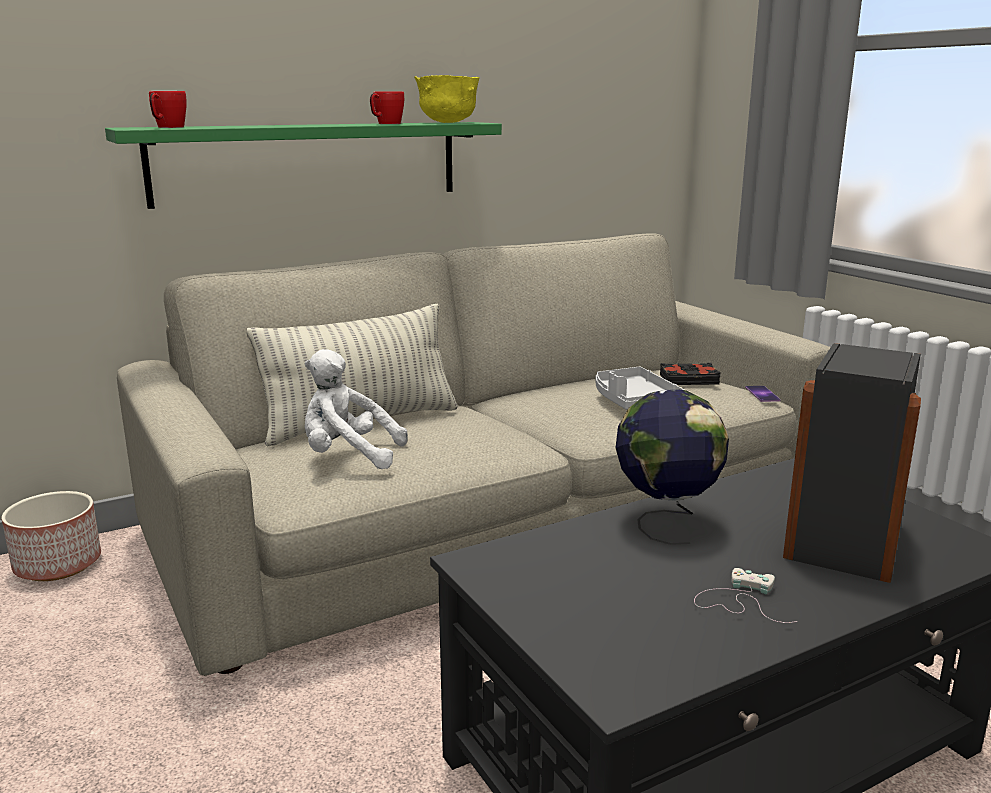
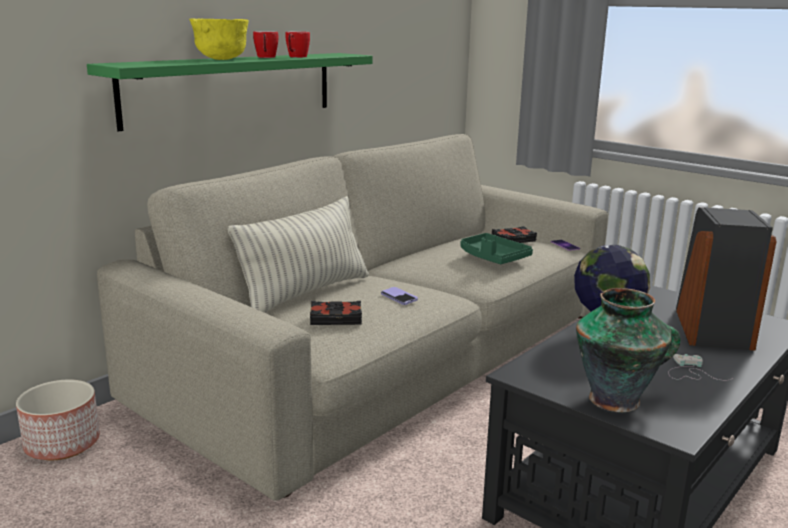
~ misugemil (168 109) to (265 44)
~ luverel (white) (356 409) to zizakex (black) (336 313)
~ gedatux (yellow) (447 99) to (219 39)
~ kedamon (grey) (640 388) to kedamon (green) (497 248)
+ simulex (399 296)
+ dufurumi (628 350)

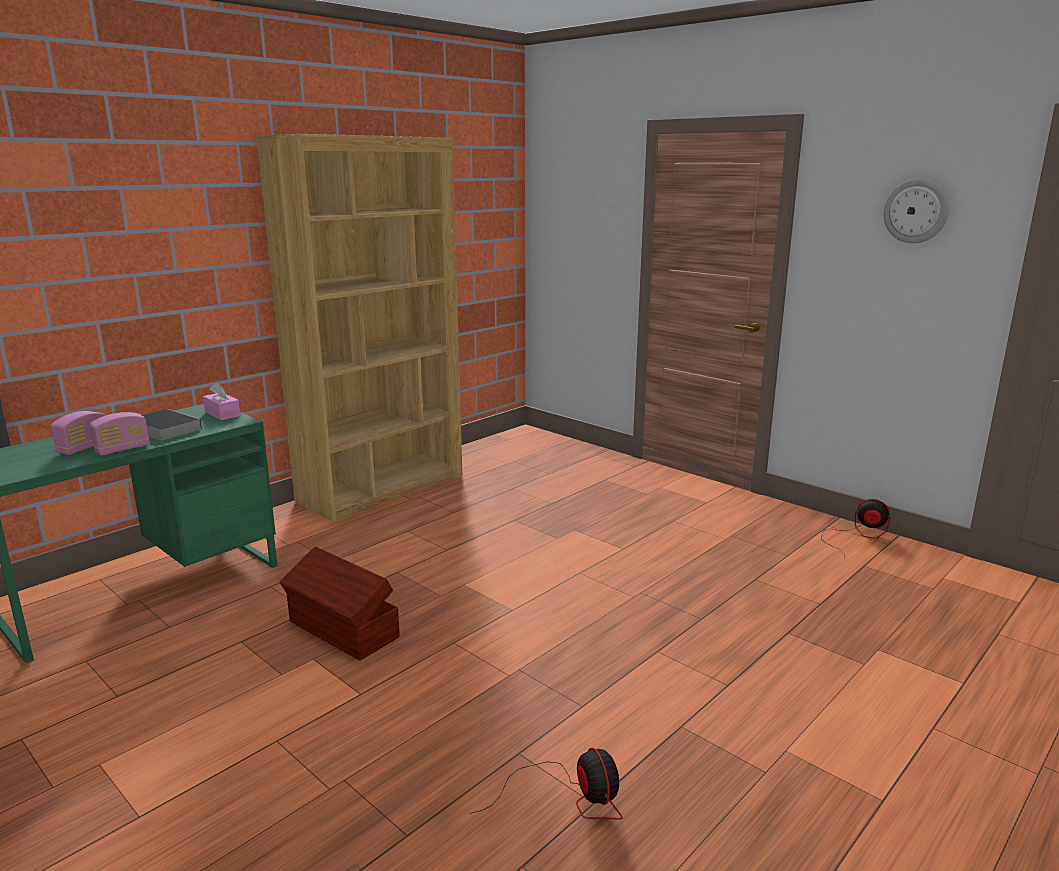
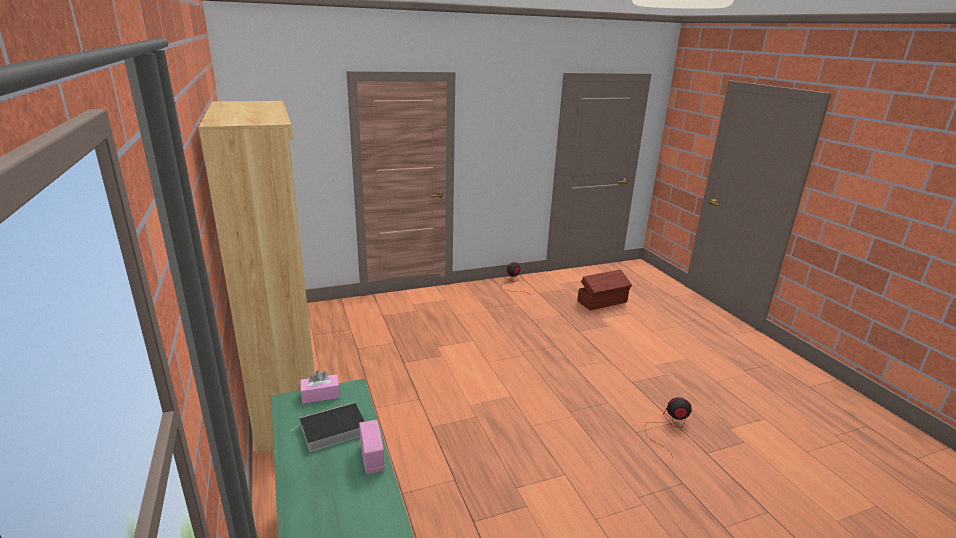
- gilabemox (78 433)
~ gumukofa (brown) (339 603) to (604 289)
- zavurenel (916 211)

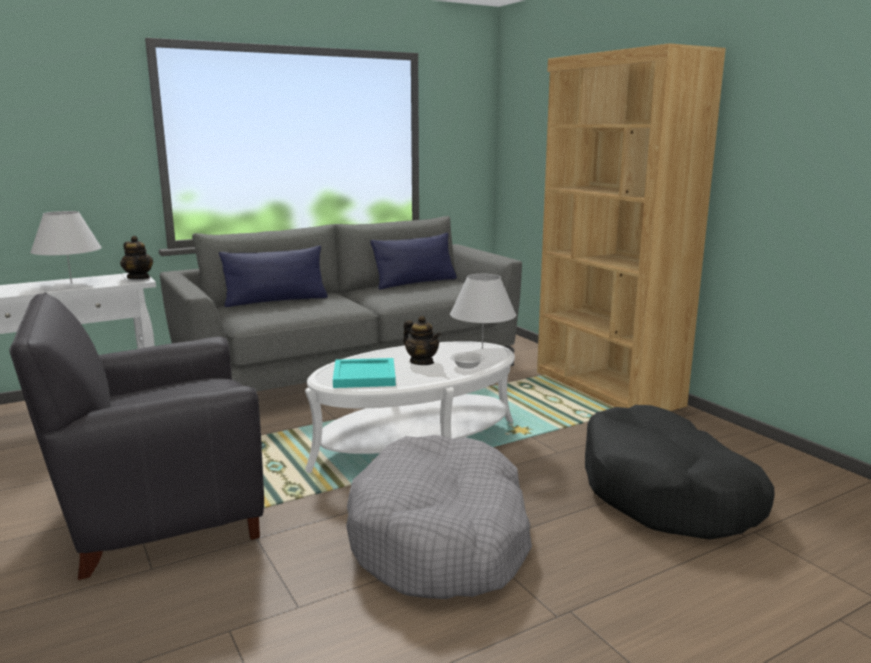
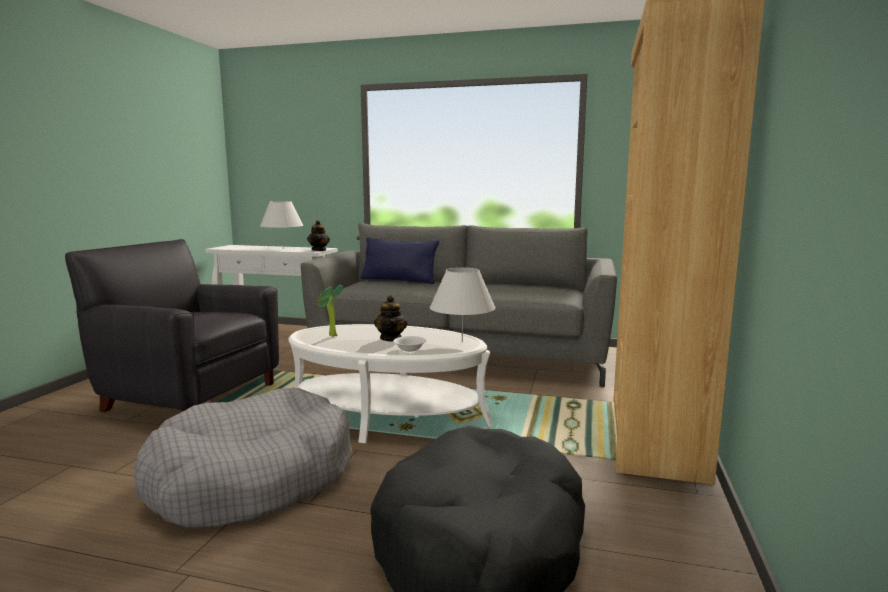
~ kedamon (turquoise) (364 373) to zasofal (330 311)
- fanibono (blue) (413 261)

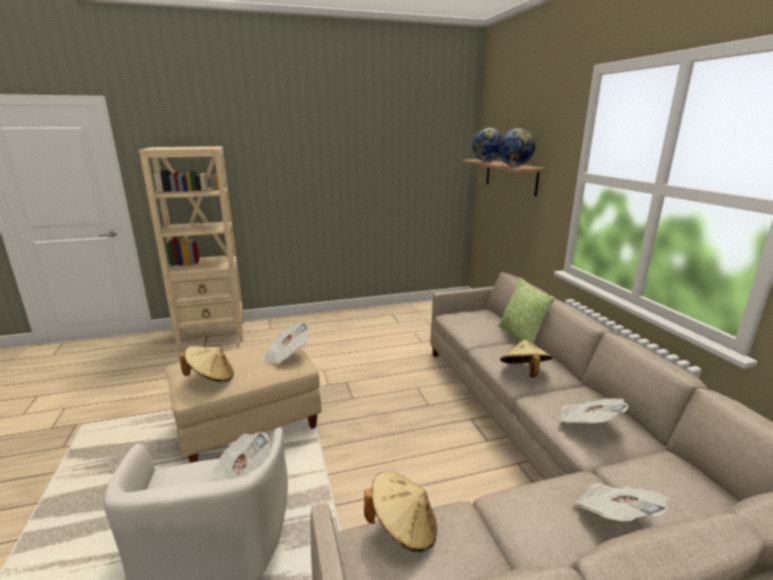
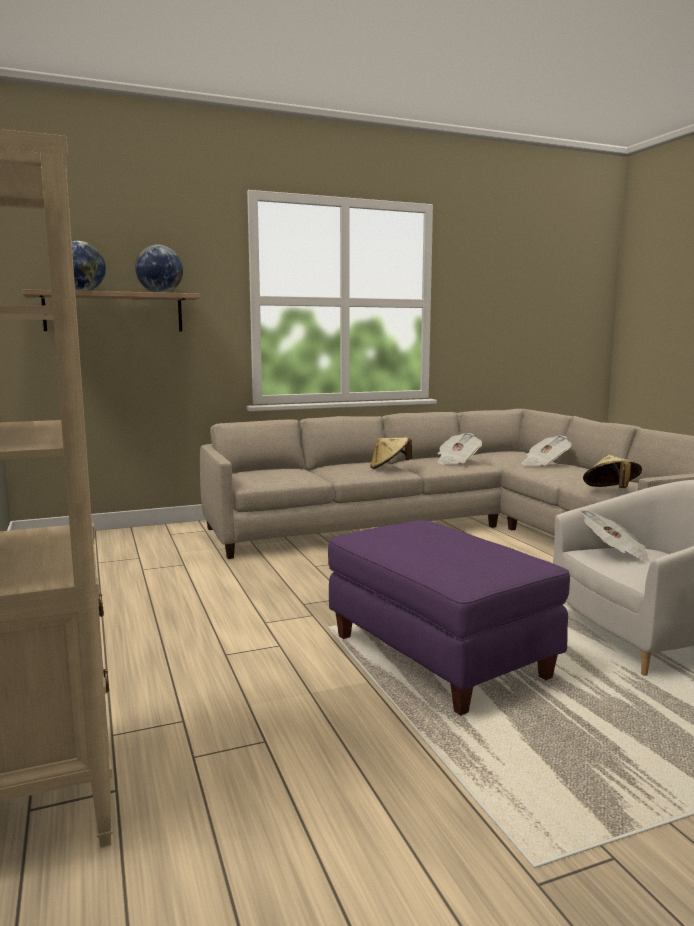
~ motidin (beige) (243 402) to motidin (purple) (449 618)
- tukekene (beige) (207 364)
- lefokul (285 343)
- fanibono (526 311)

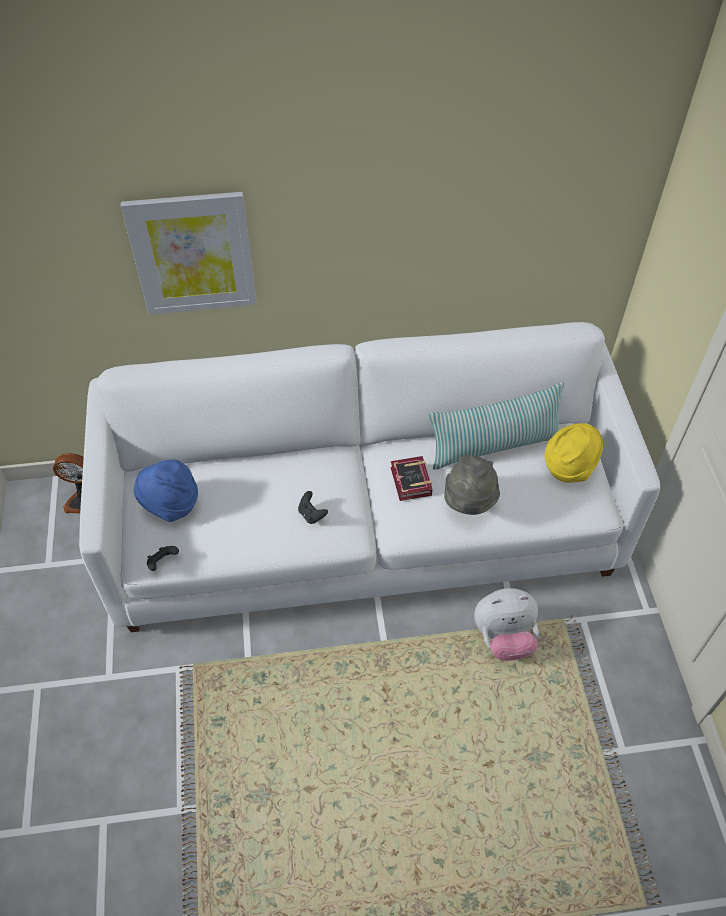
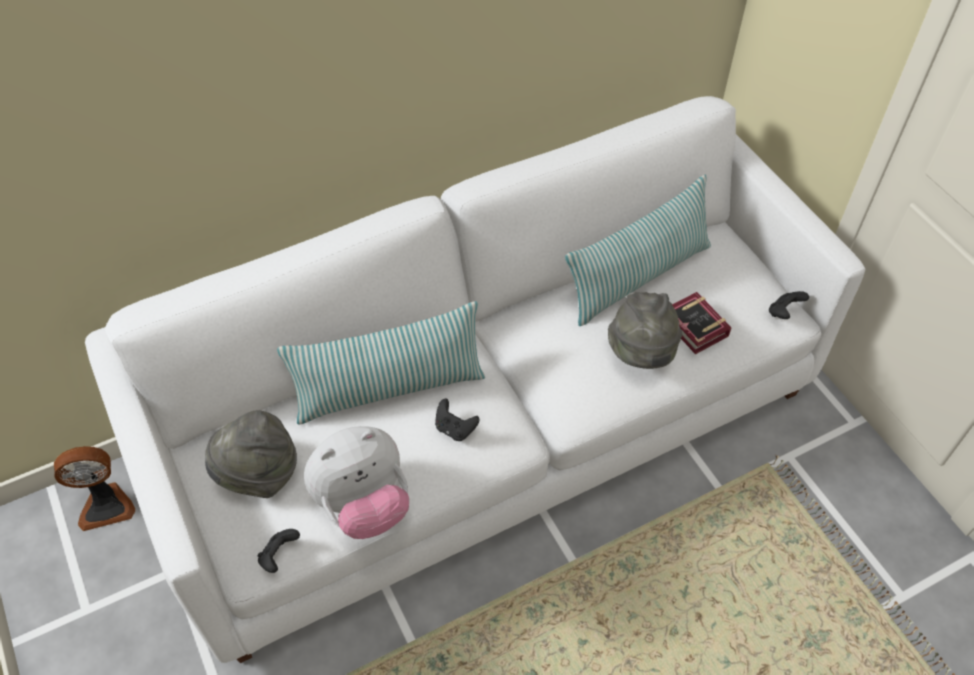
- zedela (189 253)
~ tukekene (blue) (166 491) to tukekene (grey) (251 454)
~ zizakex (412 478) to (701 323)
~ luverel (506 624) to (356 482)
- tukekene (yellow) (574 453)
+ fanibono (381 363)
+ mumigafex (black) (789 305)

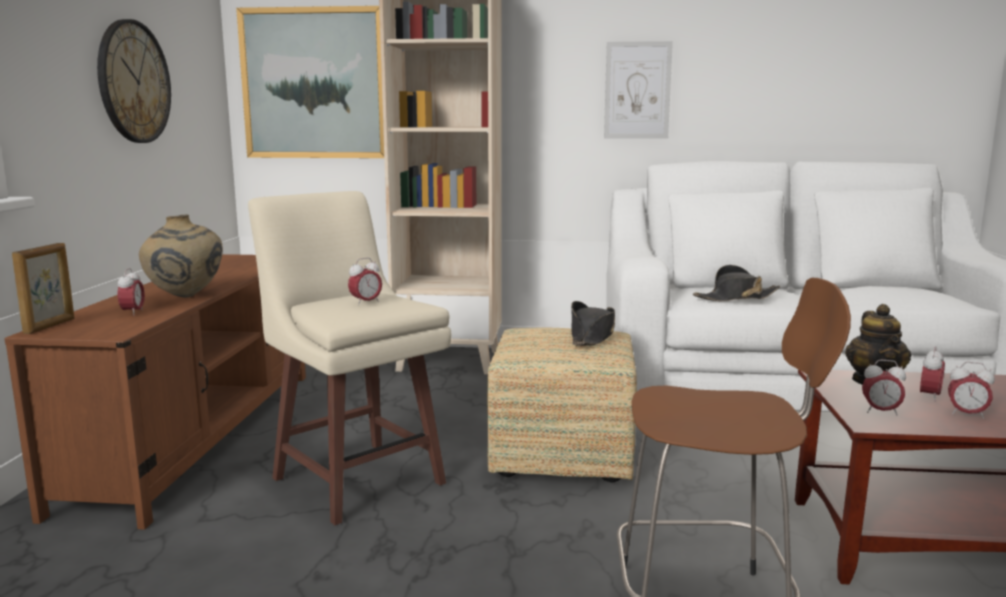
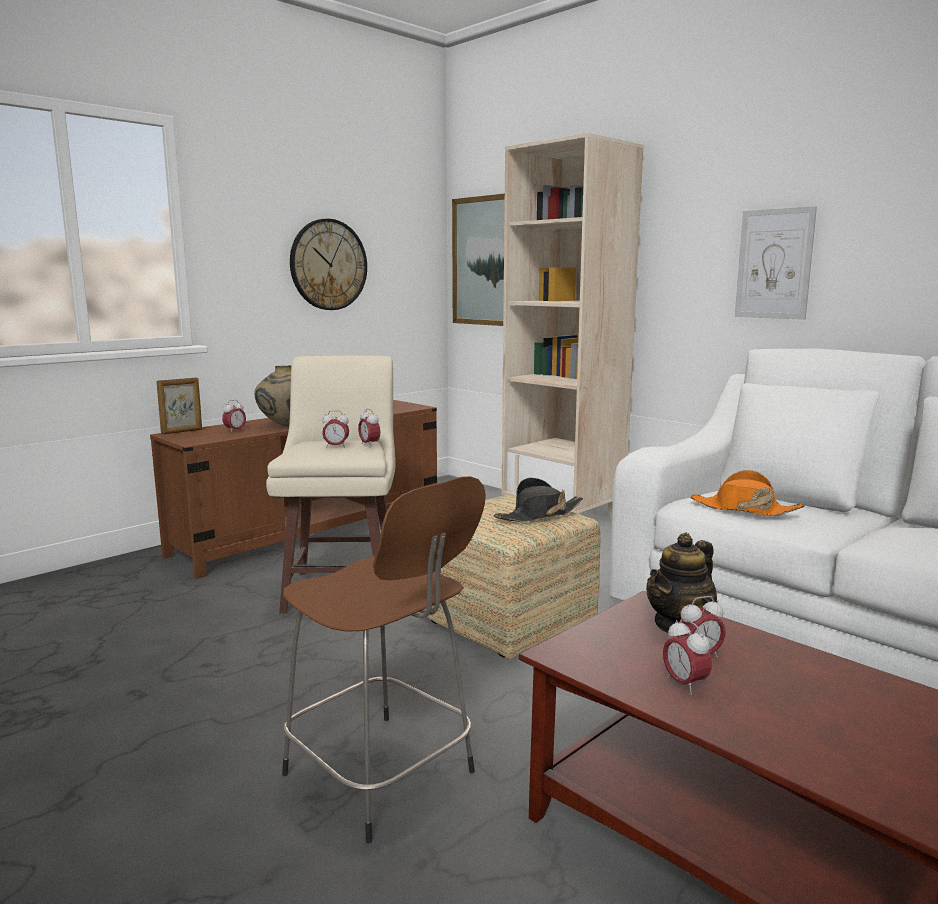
~ tukekene (black) (736 283) to tukekene (orange) (747 493)
~ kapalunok (884 387) to (369 427)

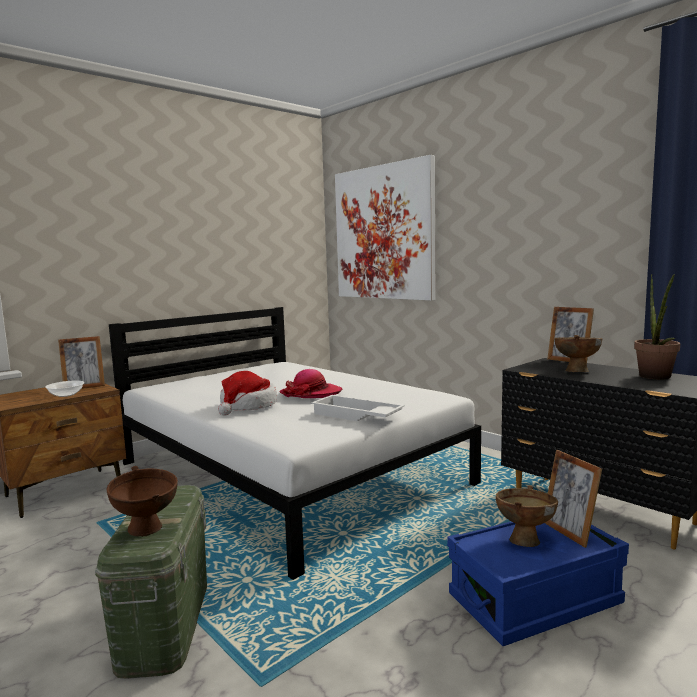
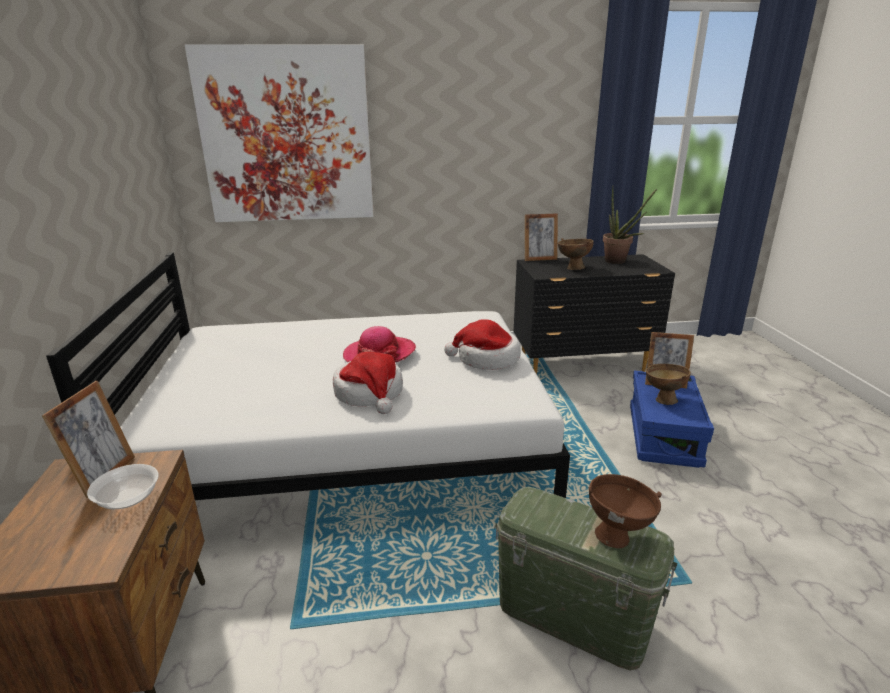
~ kedamon (white) (358 408) to tukekene (482 344)

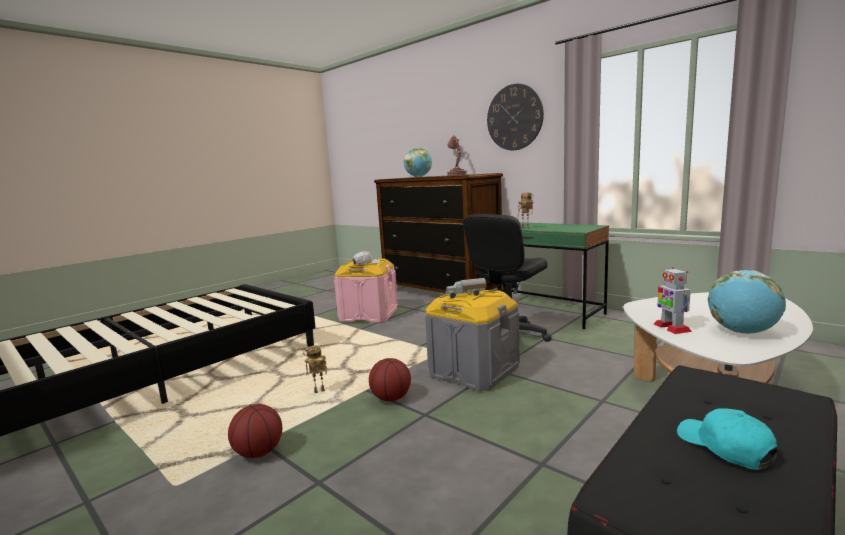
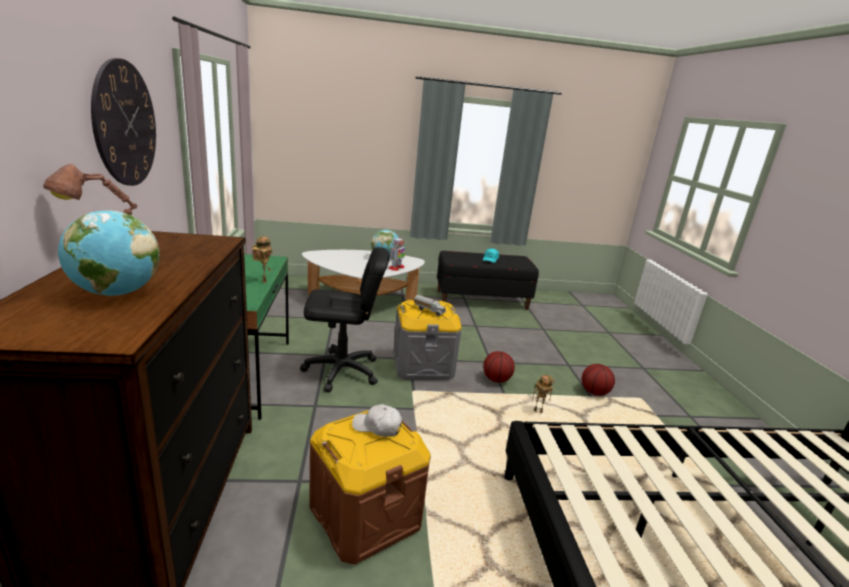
~ gumukofa (pink) (366 290) to gumukofa (brown) (370 487)

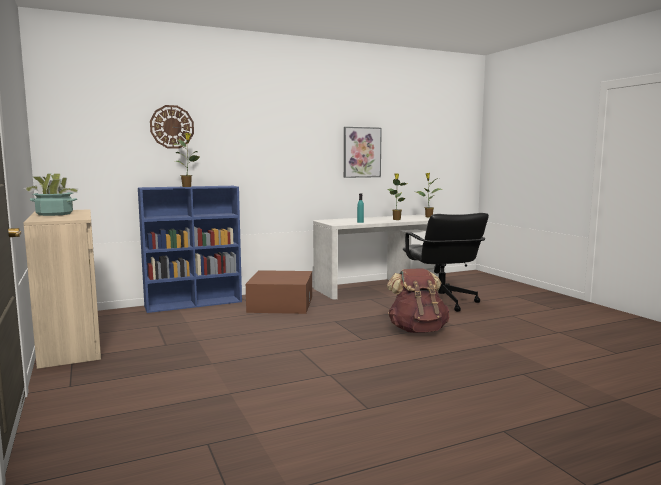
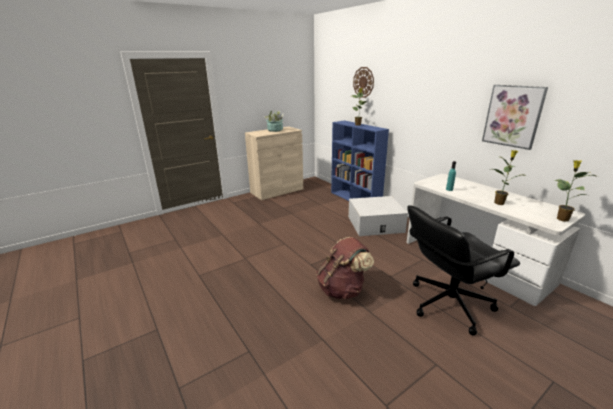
~ gumukofa (brown) (279 292) to gumukofa (white) (378 216)

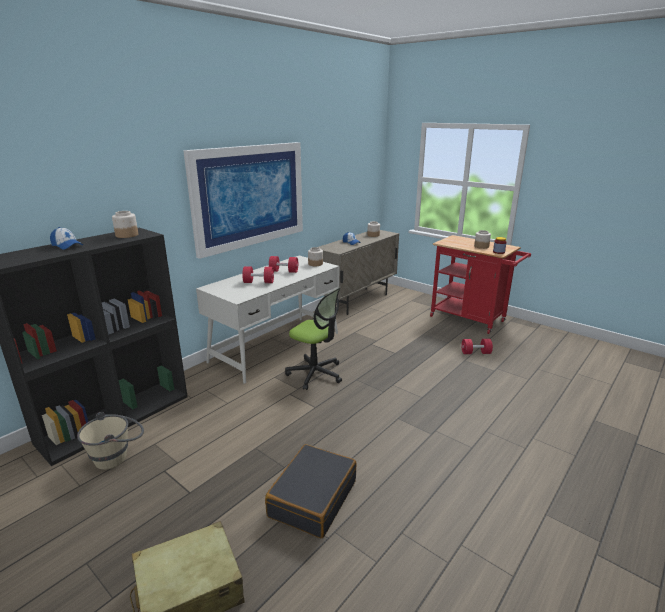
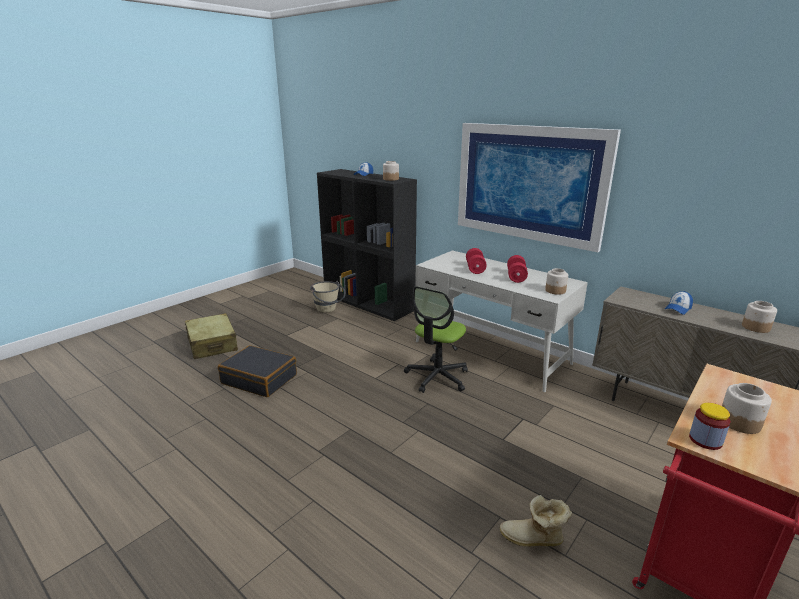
~ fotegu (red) (477 346) to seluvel (536 521)

